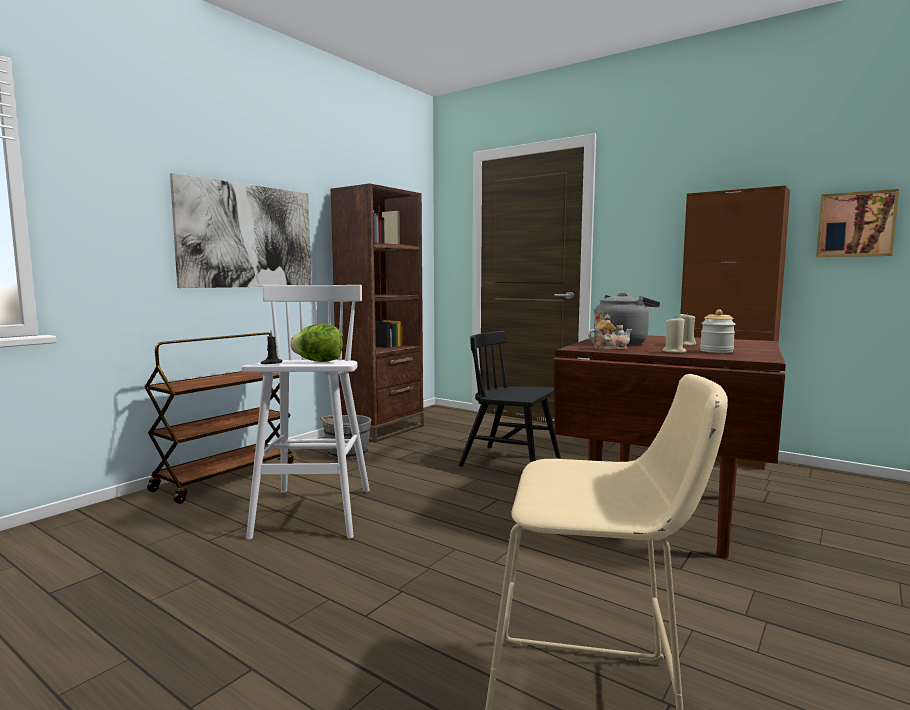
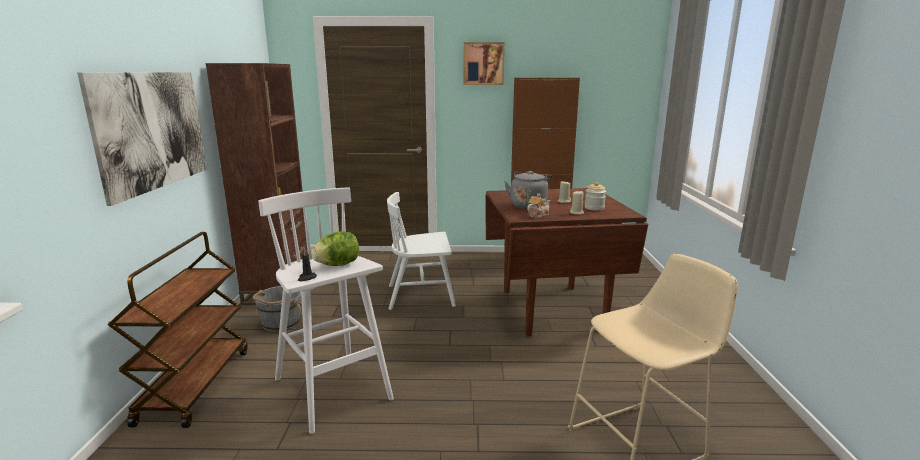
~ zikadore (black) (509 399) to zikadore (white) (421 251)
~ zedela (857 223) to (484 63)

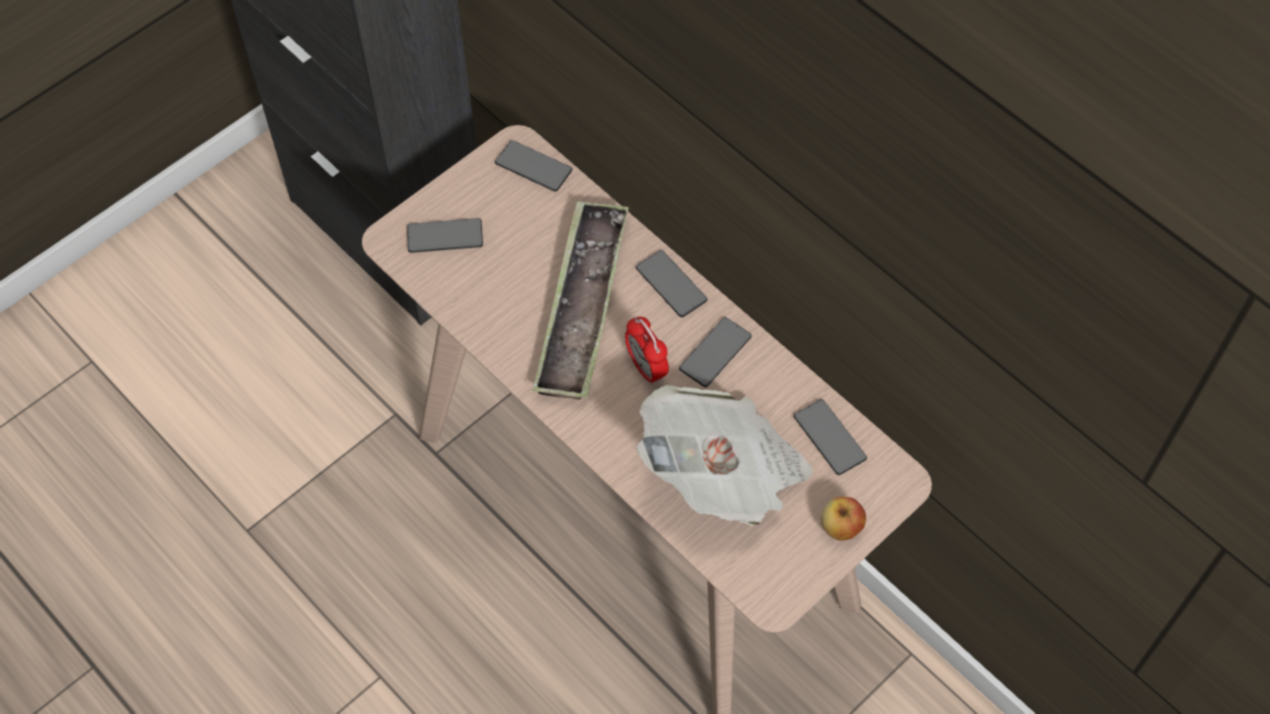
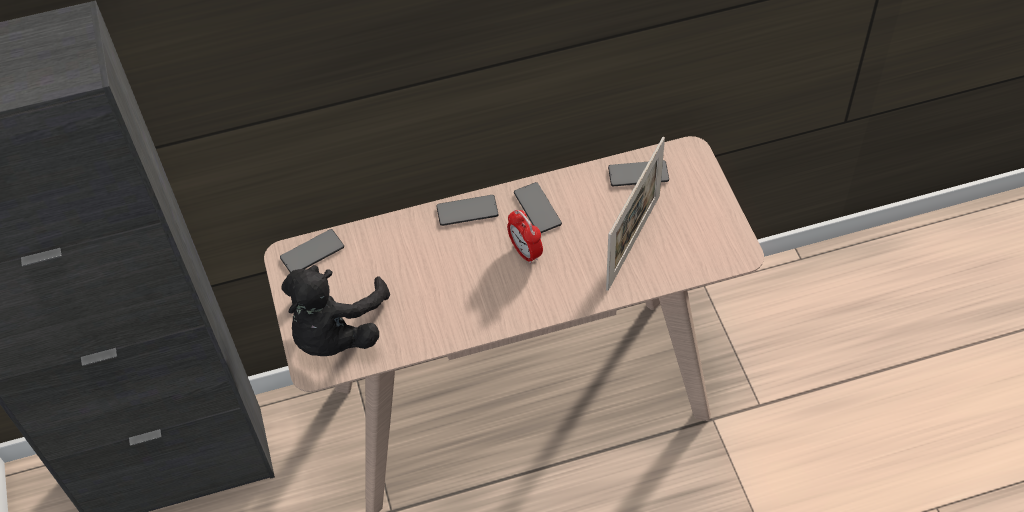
~ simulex (445 235) to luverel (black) (335 310)
- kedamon (581 300)
~ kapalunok (647 351) = (525 236) 60 degrees clockwise
~ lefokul (724 455) to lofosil (635 214)
- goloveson (843 519)

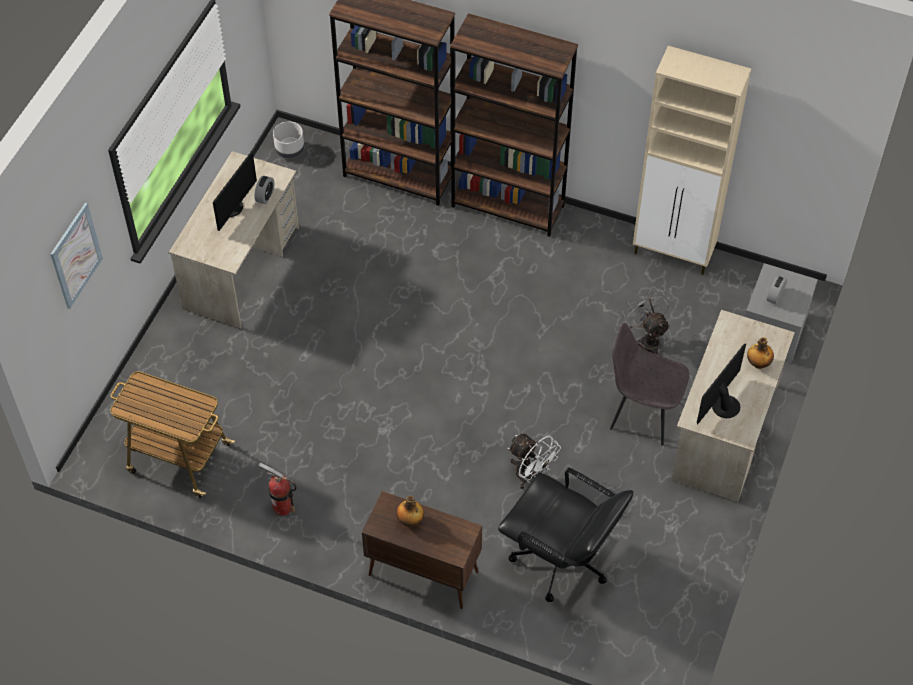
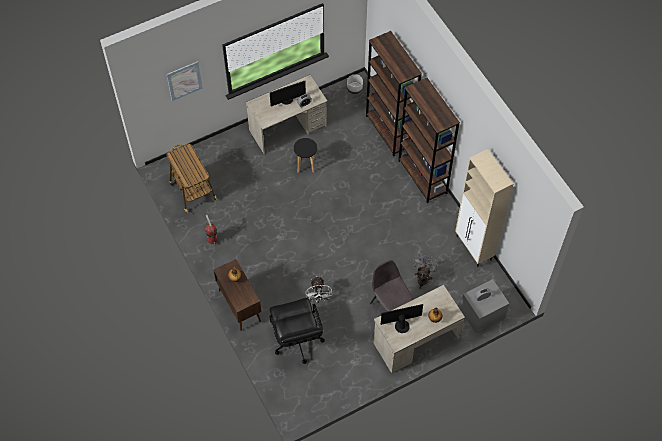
+ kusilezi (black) (305 155)

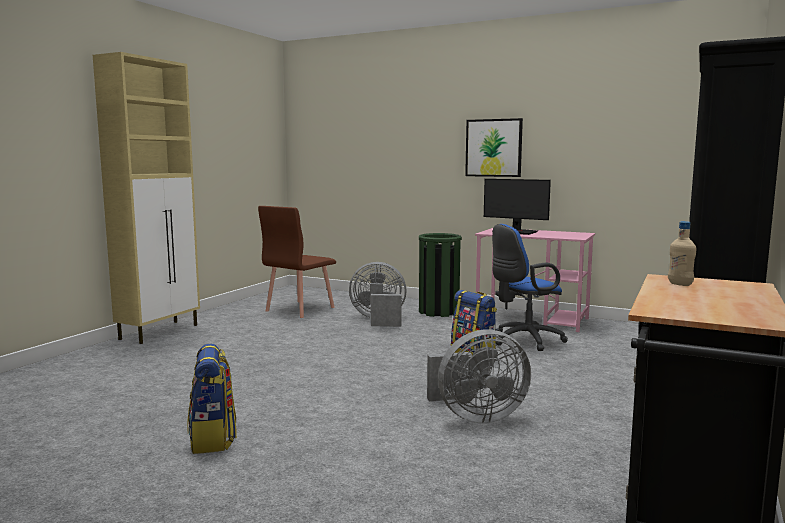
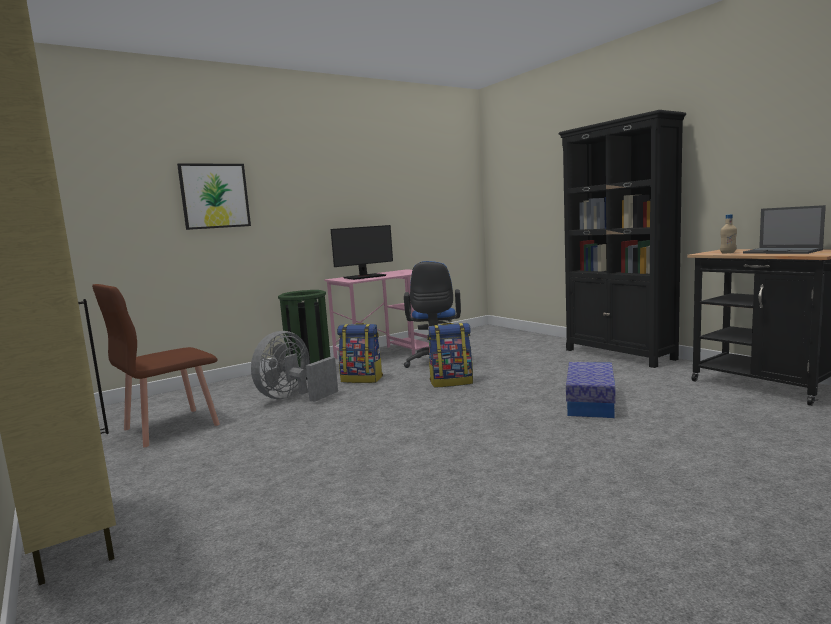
~ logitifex (212 398) to (360 353)
~ zikadore (brown) (297 262) = (156 365) 75 degrees clockwise
~ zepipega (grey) (479 376) to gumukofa (591 390)
~ zedela (494 147) to (214 196)
+ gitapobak (784 229)

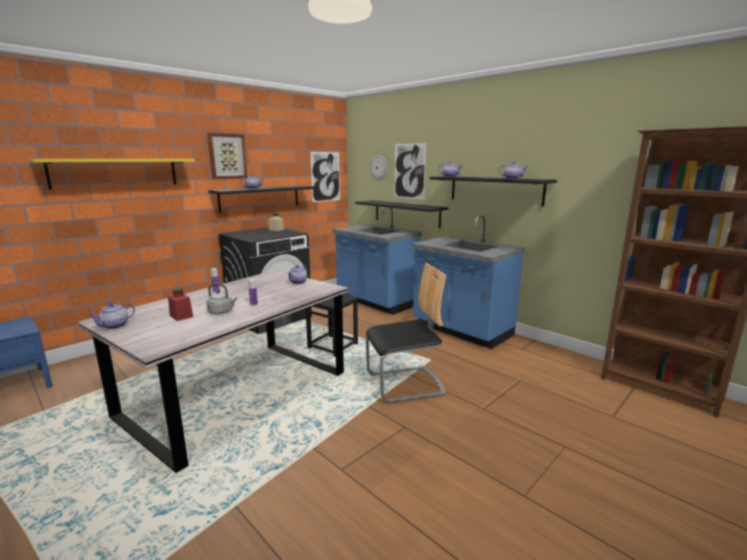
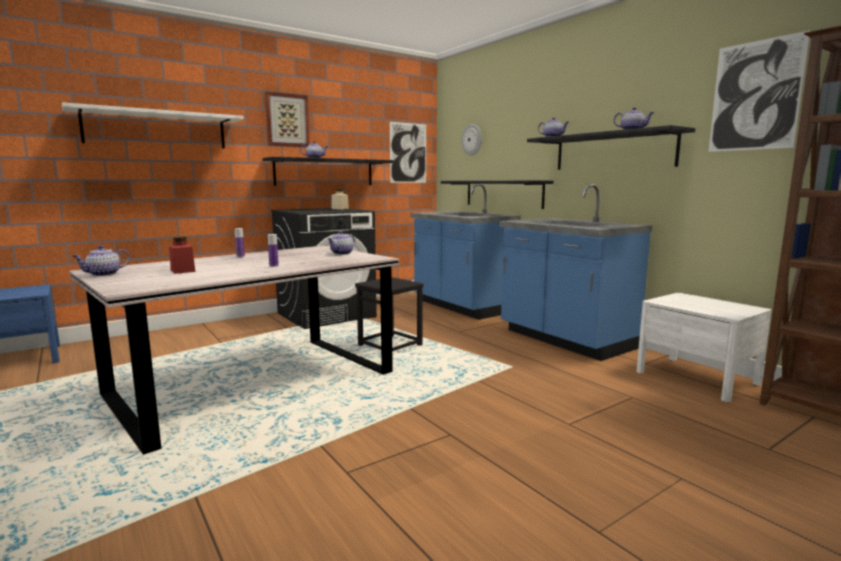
~ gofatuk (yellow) (111 174) to gofatuk (white) (153 125)
- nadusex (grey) (222 299)
- zikadore (406 333)
~ zedela (410 171) to (759 91)
+ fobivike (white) (704 347)

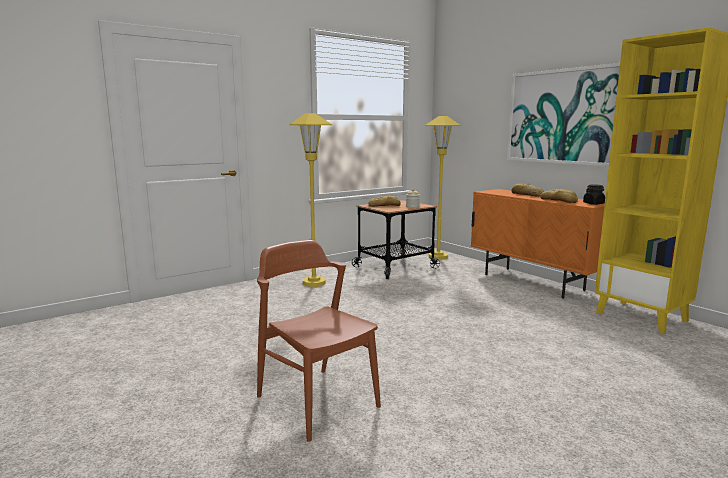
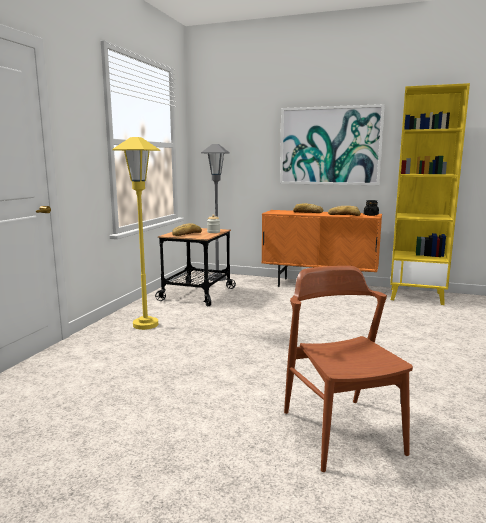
~ zikadore (brown) (319 341) = (348 369) 60 degrees clockwise
~ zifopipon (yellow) (443 188) to zifopipon (grey) (215 212)

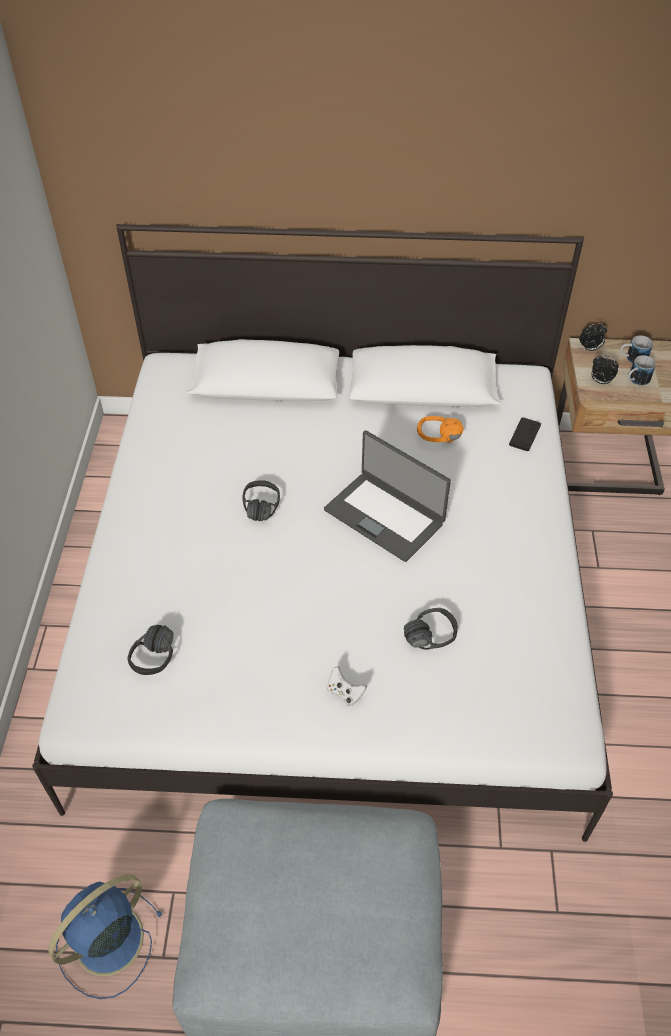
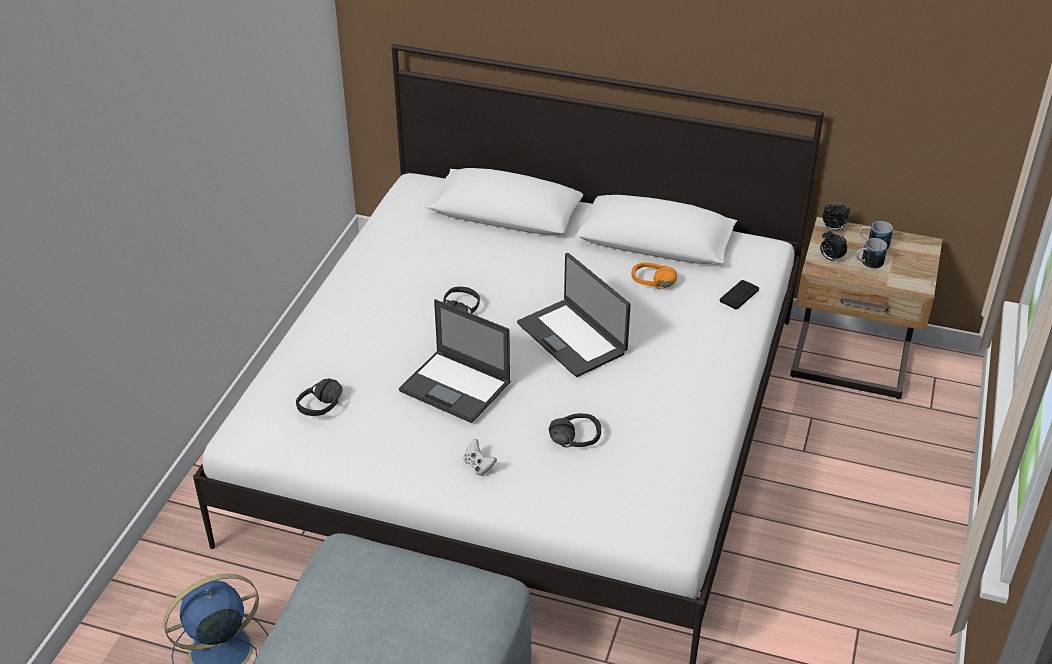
+ gitapobak (455 361)

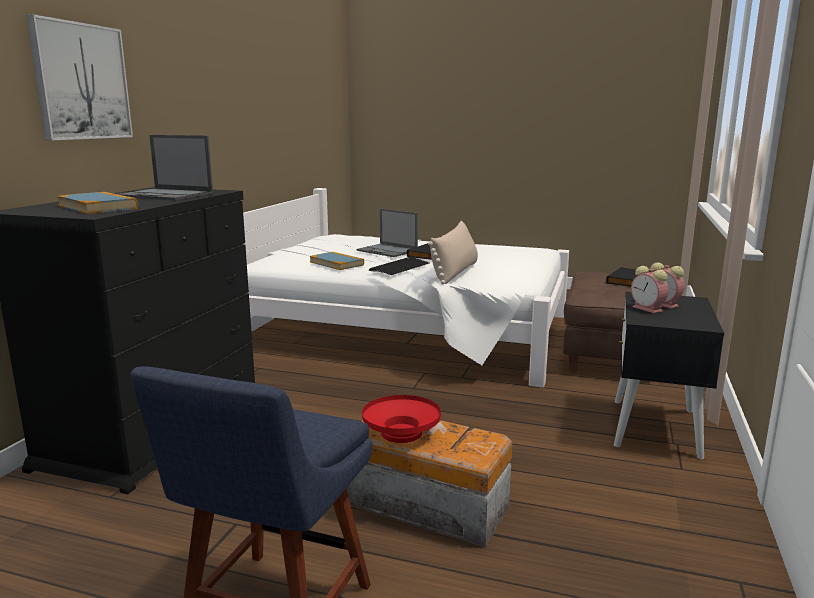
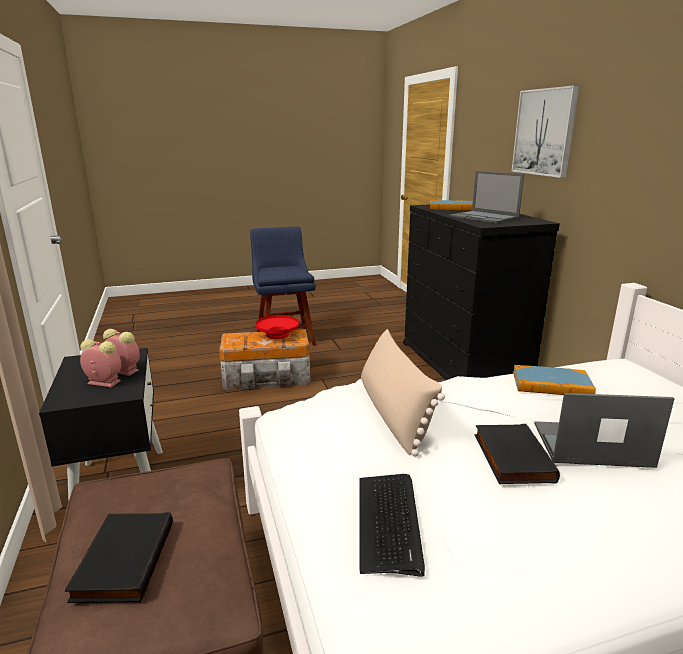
~ gitapobak (165 168) = (486 197) 120 degrees counterclockwise
~ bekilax (399 266) to (392 525)

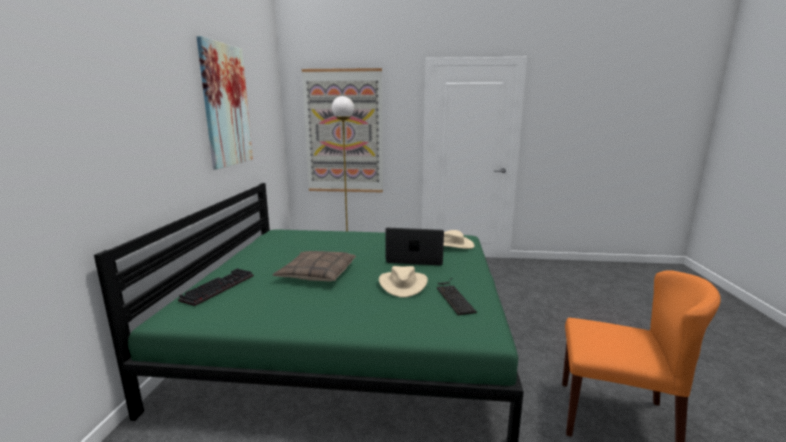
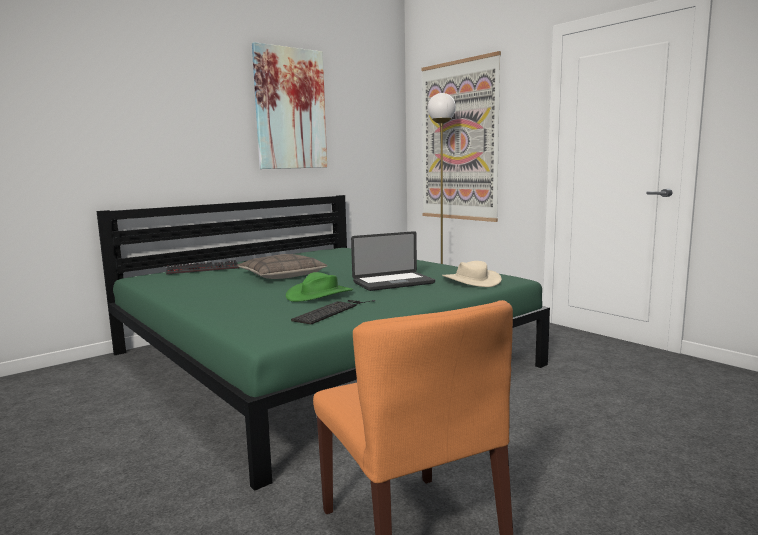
~ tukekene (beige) (403 282) to tukekene (green) (319 287)
~ gitapobak (414 246) = (393 261) 105 degrees clockwise

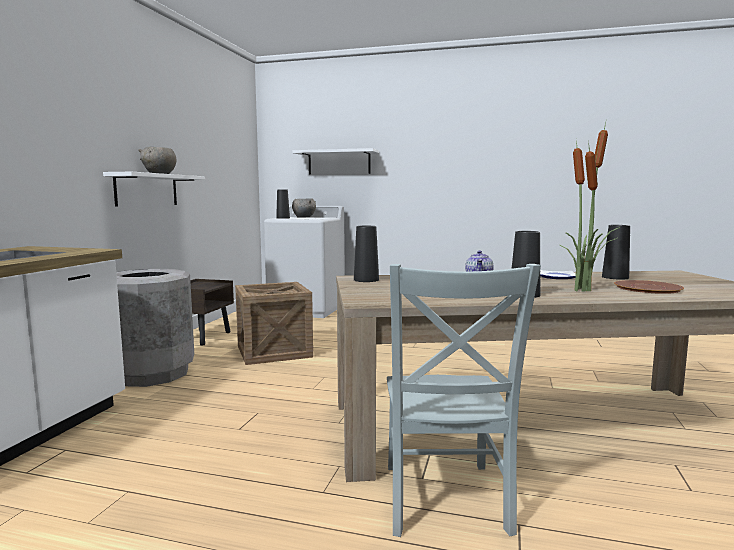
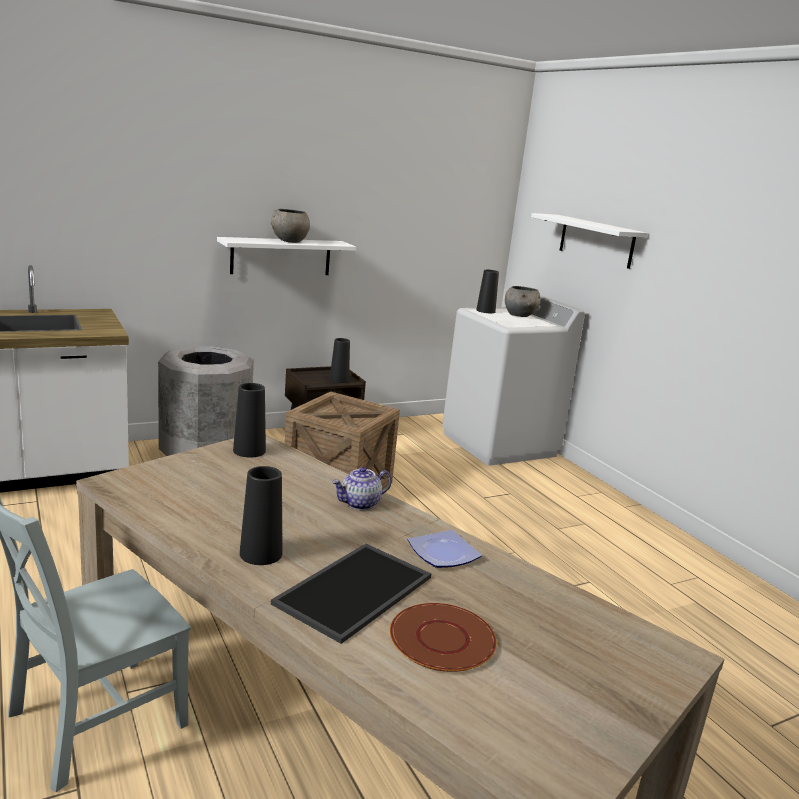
~ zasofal (589 207) to kedamon (351 594)
~ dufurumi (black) (616 252) to (340 360)

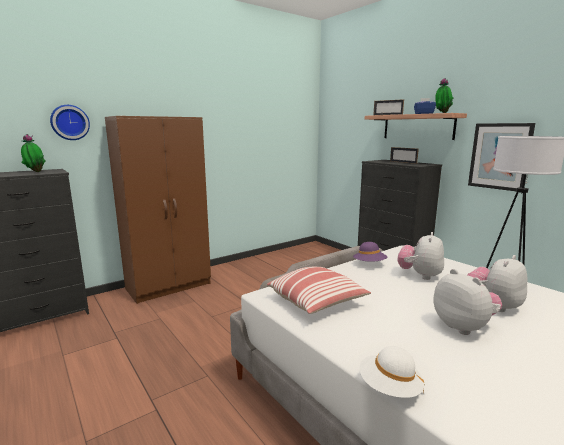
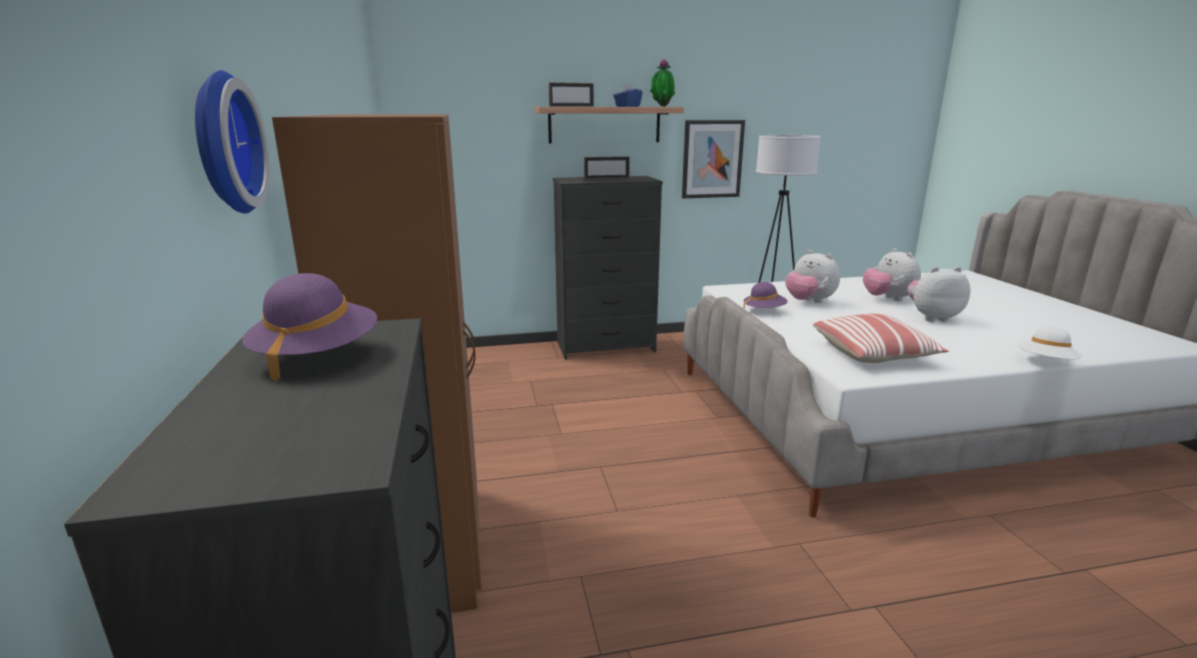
~ zasofal (33 153) to tukekene (purple) (309 327)

